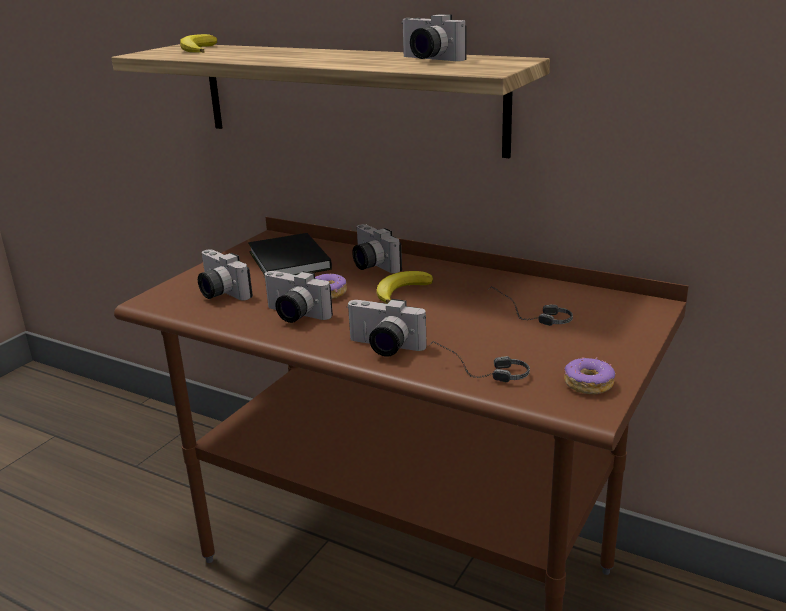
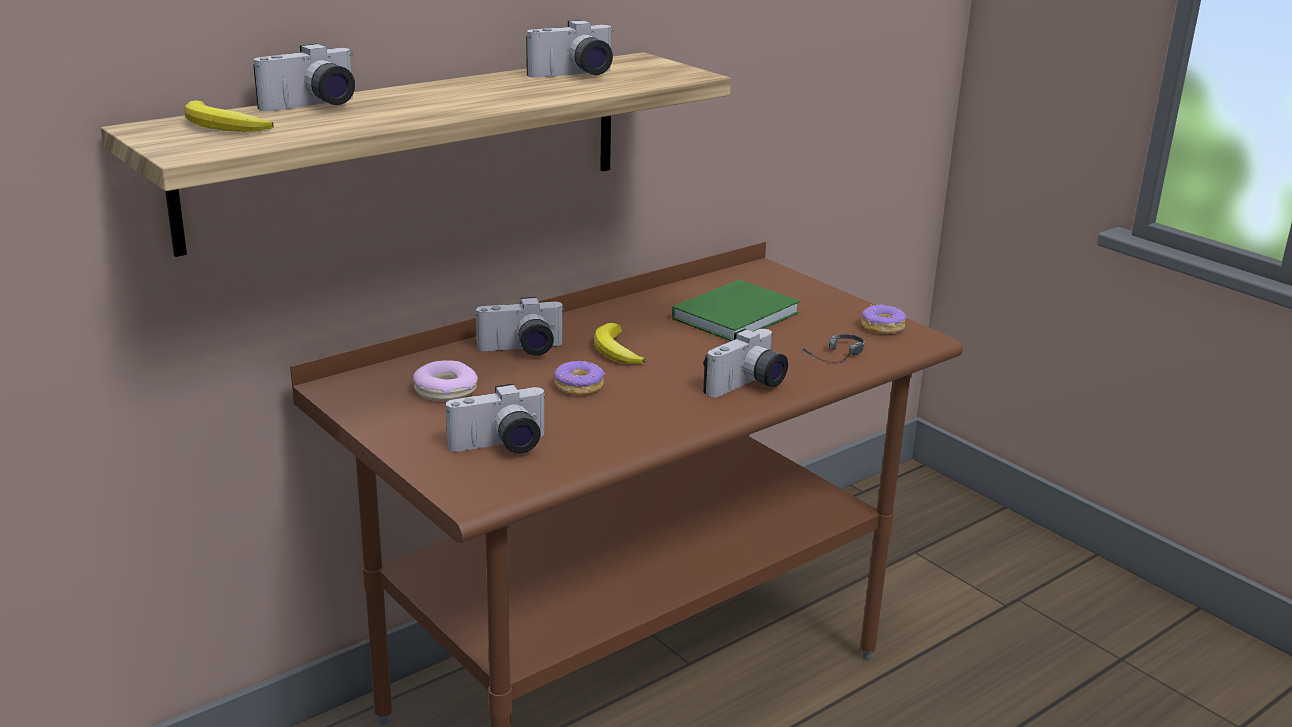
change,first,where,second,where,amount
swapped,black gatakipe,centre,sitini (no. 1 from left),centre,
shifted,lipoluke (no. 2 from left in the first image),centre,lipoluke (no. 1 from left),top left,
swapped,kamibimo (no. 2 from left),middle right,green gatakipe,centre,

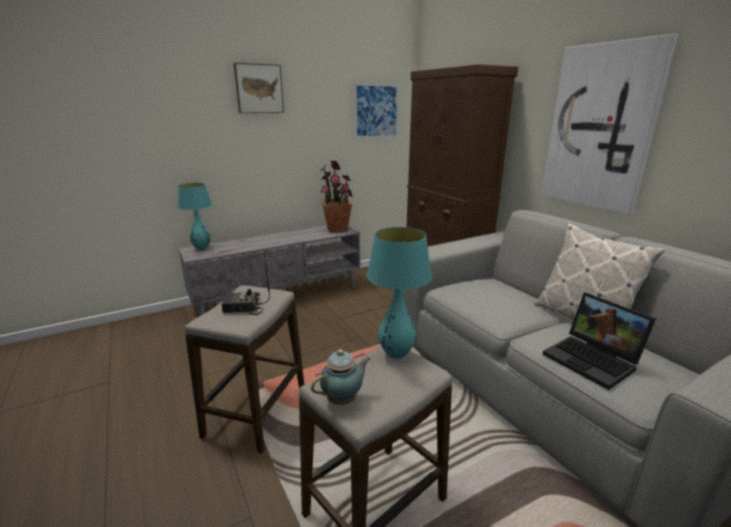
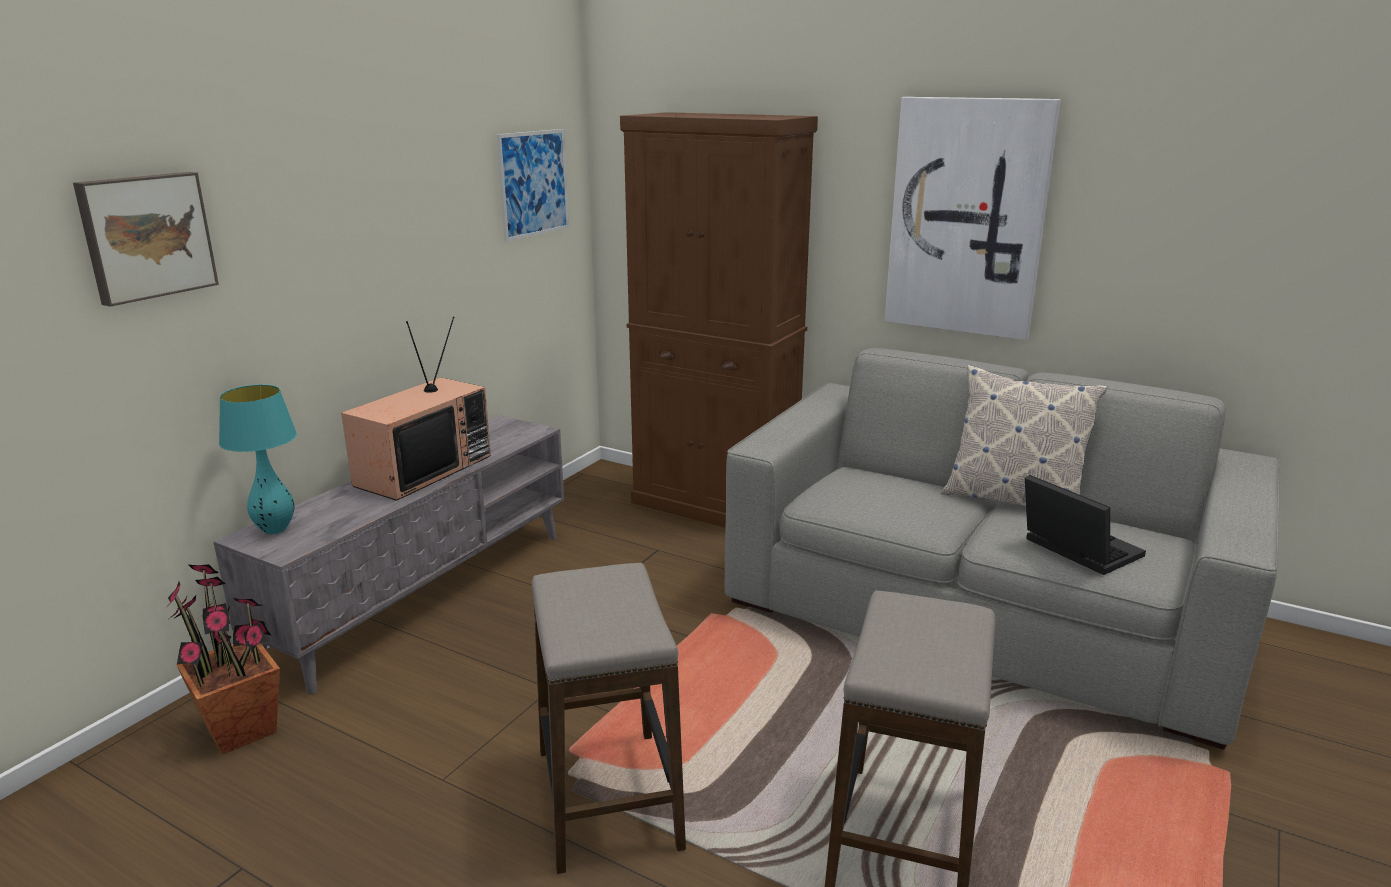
change,first,where,second,where,amount
shifted,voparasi (no. 1 from left),top centre,,top left,
shifted,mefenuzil,centre,,bottom left,
gone,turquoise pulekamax (no. 2 from left),centre,,,
gone,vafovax,centre,,,
rotated,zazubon,middle right,,middle right,150 degrees counterclockwise
gone,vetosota,bottom centre,,,
new,,,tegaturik,middle left,

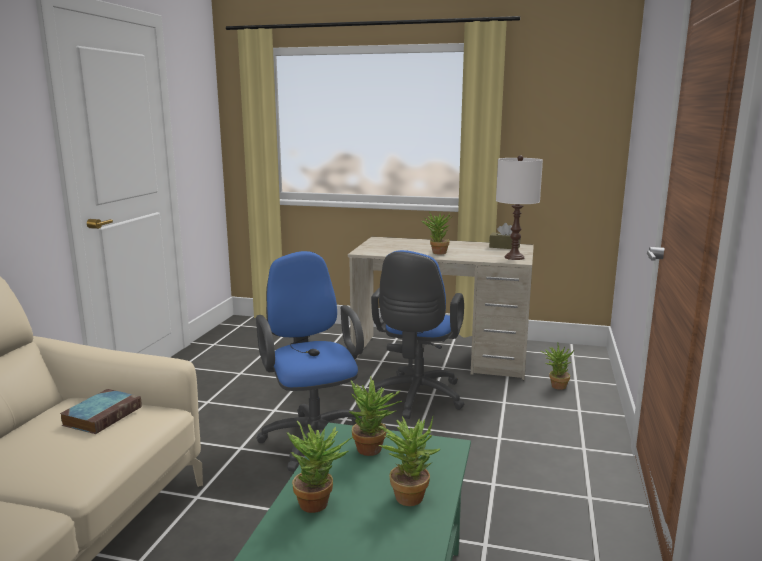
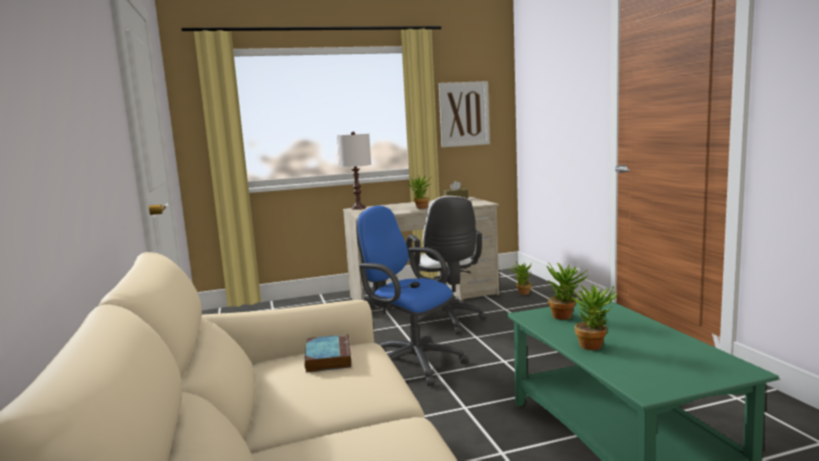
change,first,where,second,where,amount
shifted,white pulekamax,middle right,,centre,
repainted,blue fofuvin (no. 2 from left),centre,white fofuvin,centre,
gone,mefenuzil (no. 3 from left),bottom centre,,,
new,,,voparasi,top centre,

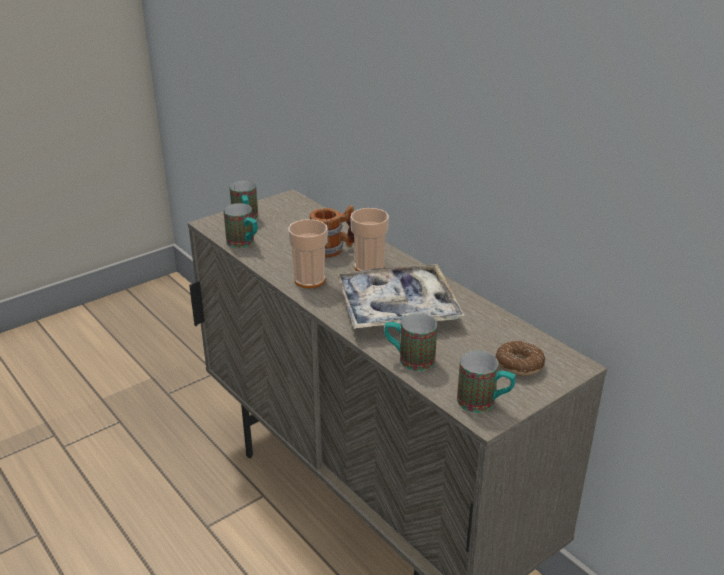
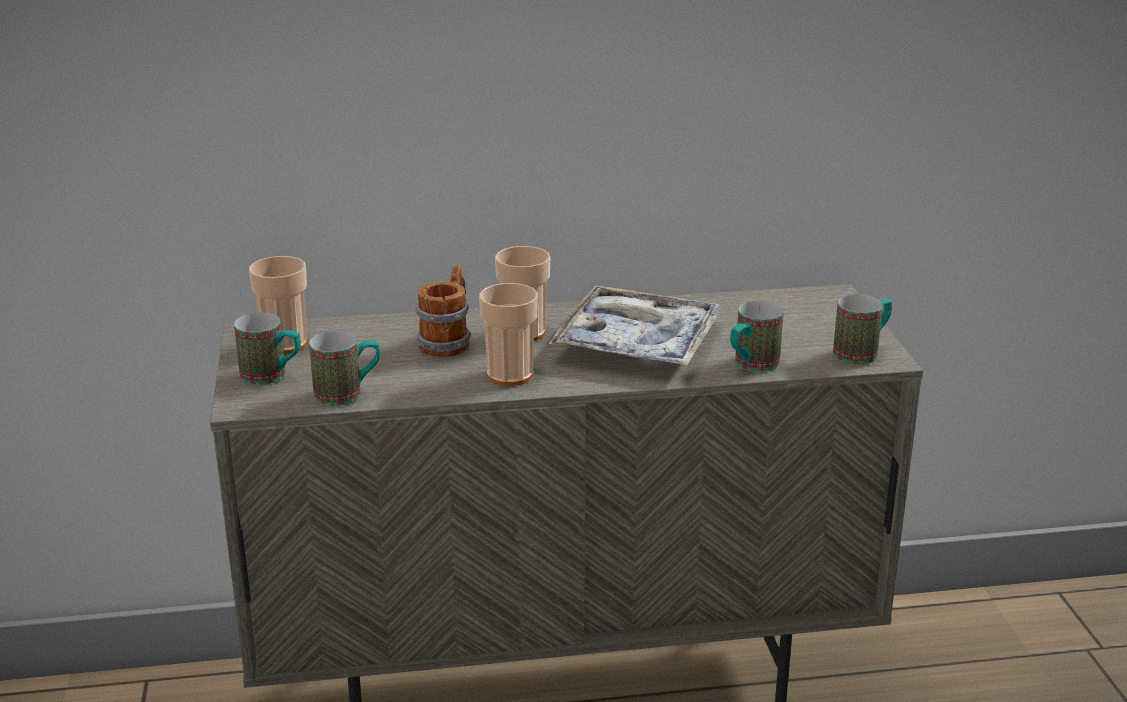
change,first,where,second,where,amount
gone,sitini,middle right,,,
new,,,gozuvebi (no. 1 from left),middle left,

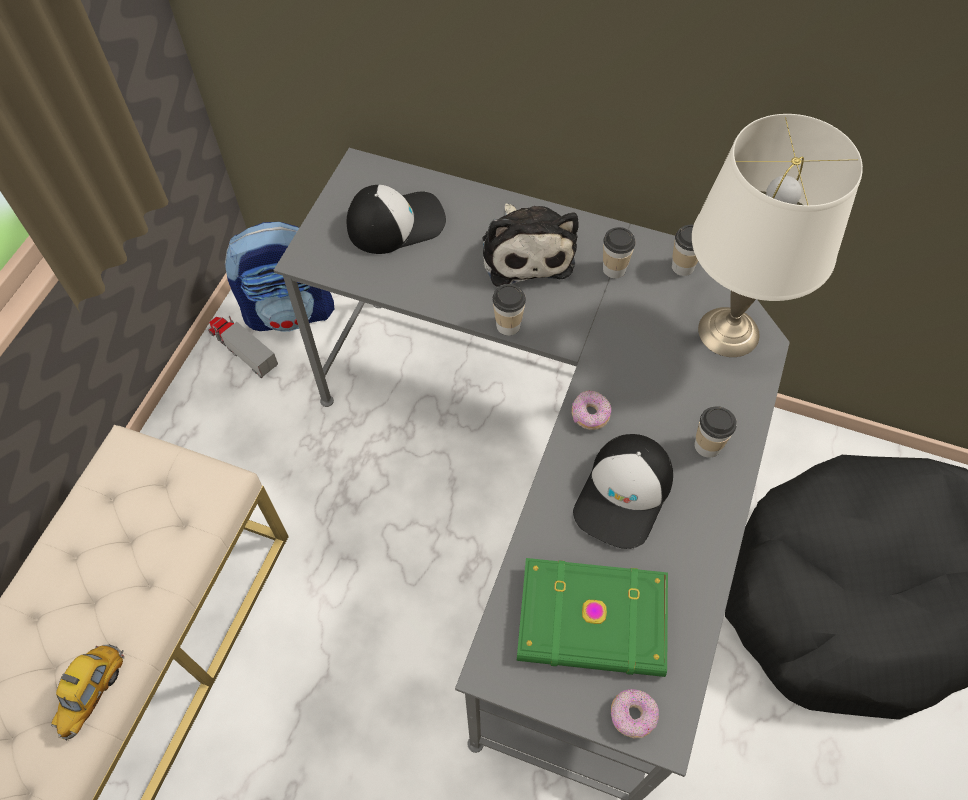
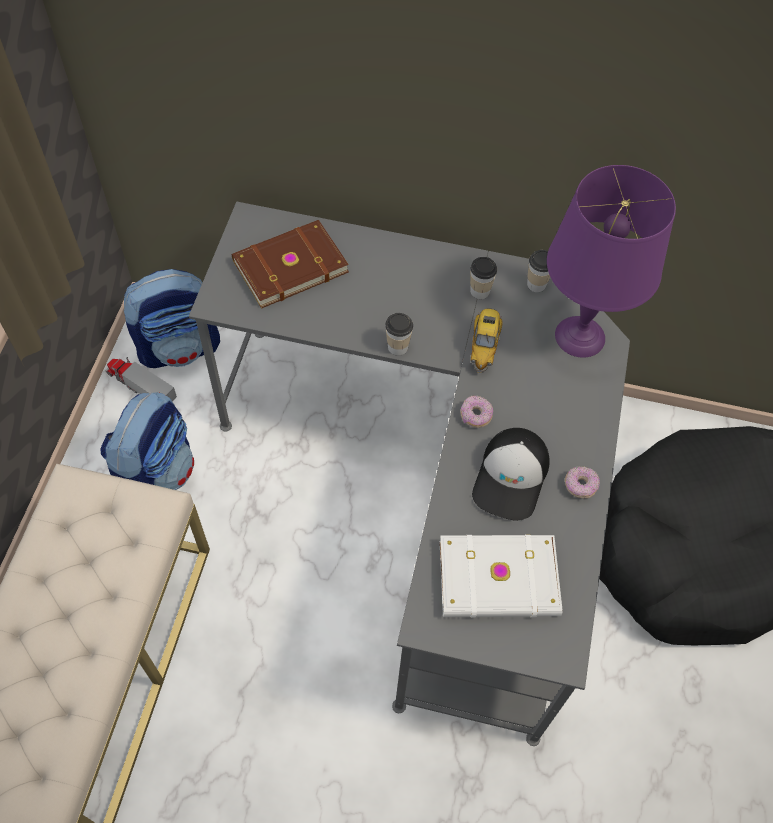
change,first,where,second,where,amount
repainted,white pulekamax,top right,purple pulekamax,top right,
swapped,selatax (no. 1 from left),top centre,brown gatakipe,top centre,
gone,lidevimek,top centre,,,
gone,gozuvebi (no. 4 from left),middle right,,,
repainted,green gatakipe,bottom centre,white gatakipe,bottom centre,
shifted,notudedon,bottom left,,centre,
shifted,sitini (no. 2 from left),bottom centre,,middle right,
new,,,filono (no. 1 from left),middle left,

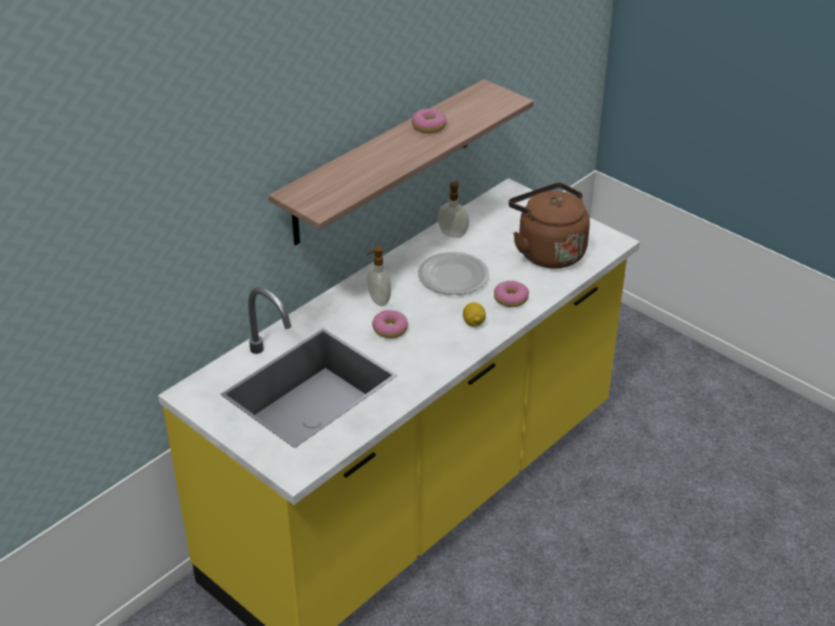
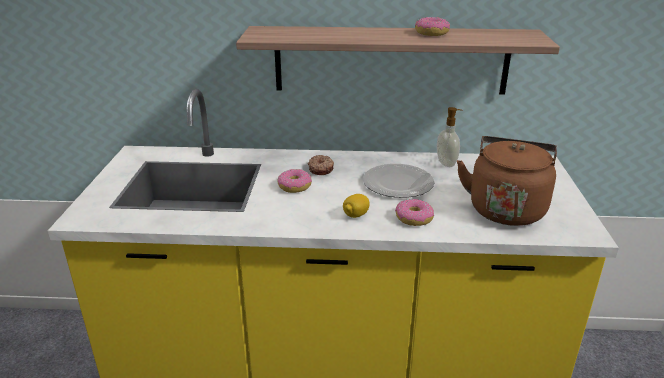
change,first,where,second,where,amount
swapped,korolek (no. 1 from left),centre,sitini (no. 2 from left),centre,

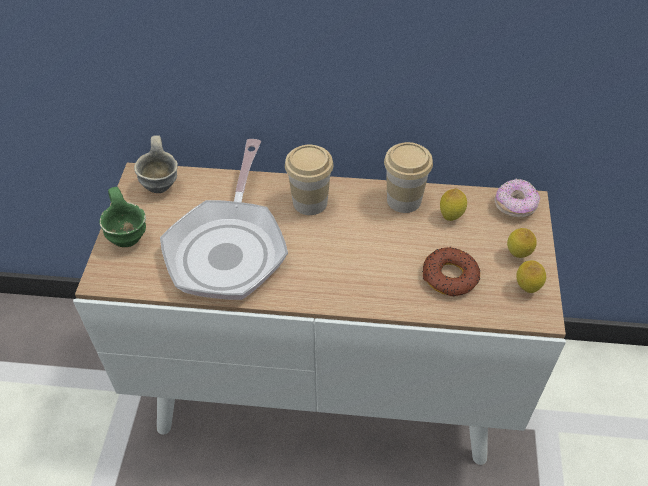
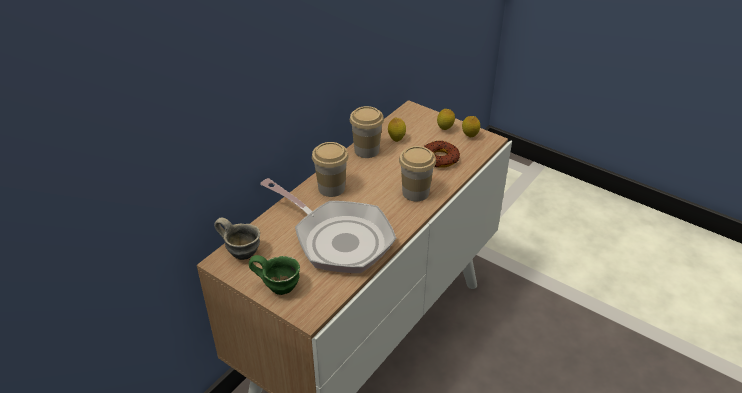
change,first,where,second,where,amount
gone,sitini (no. 2 from left),middle right,,,
new,,,gozuvebi (no. 3 from left),centre,

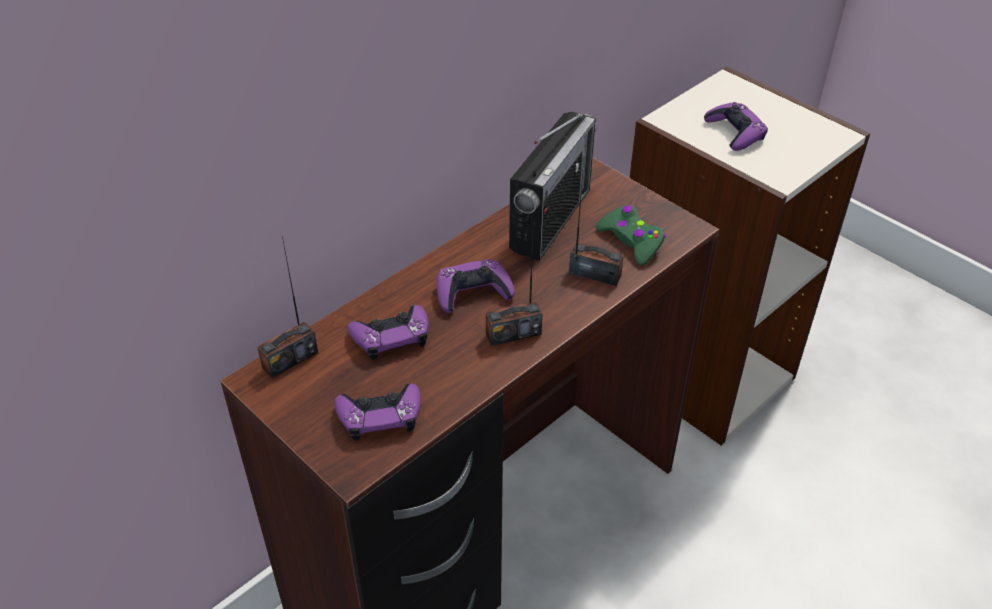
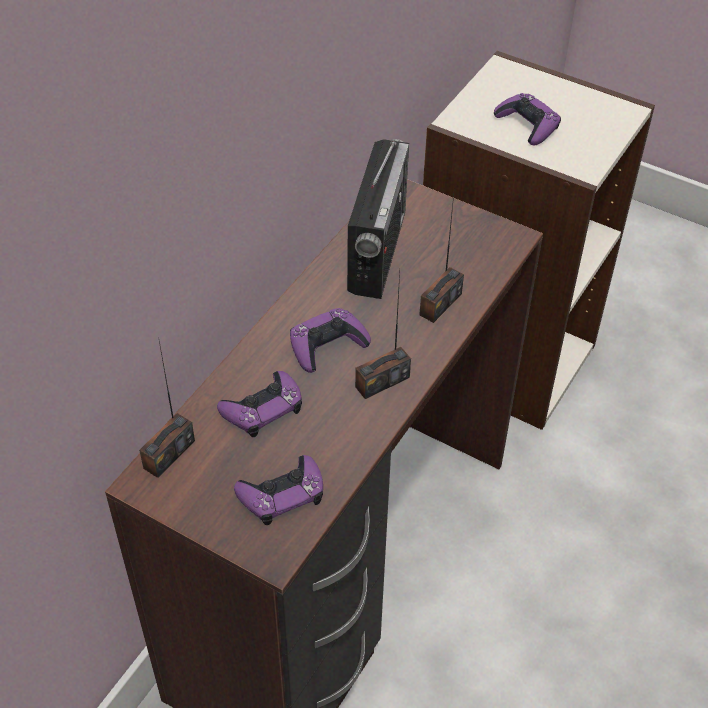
change,first,where,second,where,amount
rotated,vafovax (no. 4 from left),centre,,centre,120 degrees clockwise
gone,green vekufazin,centre,,,

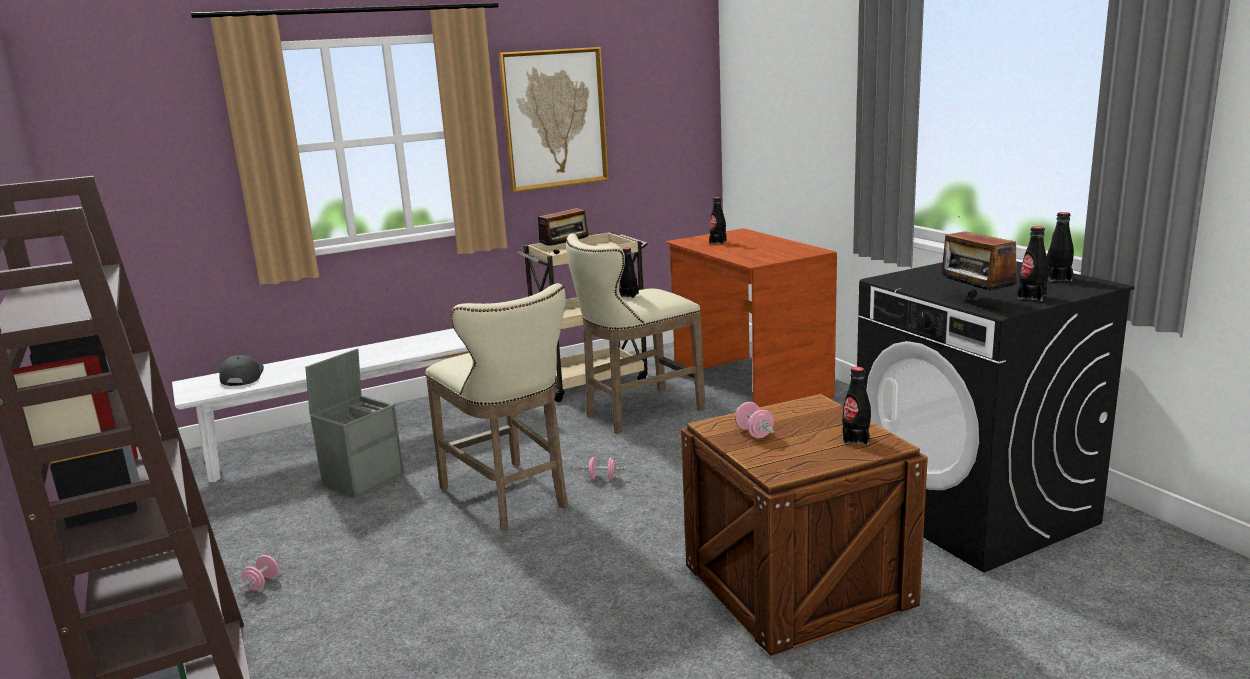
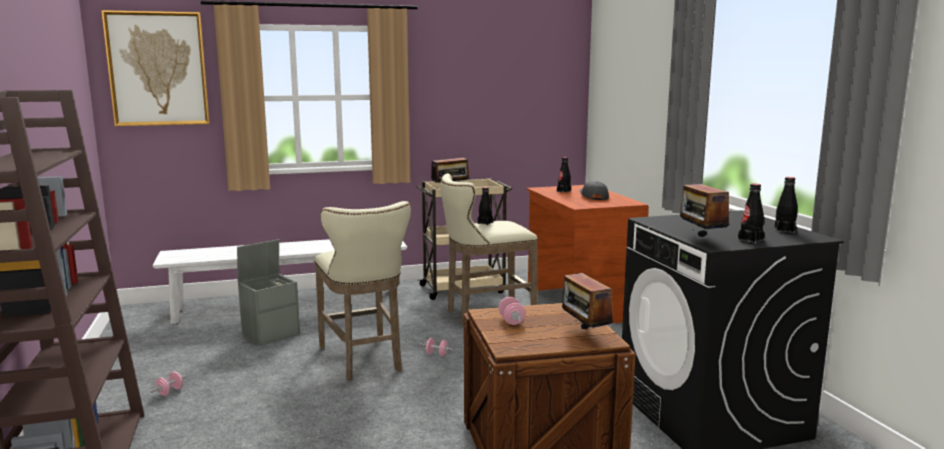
change,first,where,second,where,amount
shifted,voparasi,top centre,,top left,
shifted,grey selatax,middle left,,centre,
swapped,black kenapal (no. 3 from left),middle right,vafovax (no. 2 from left),centre,

